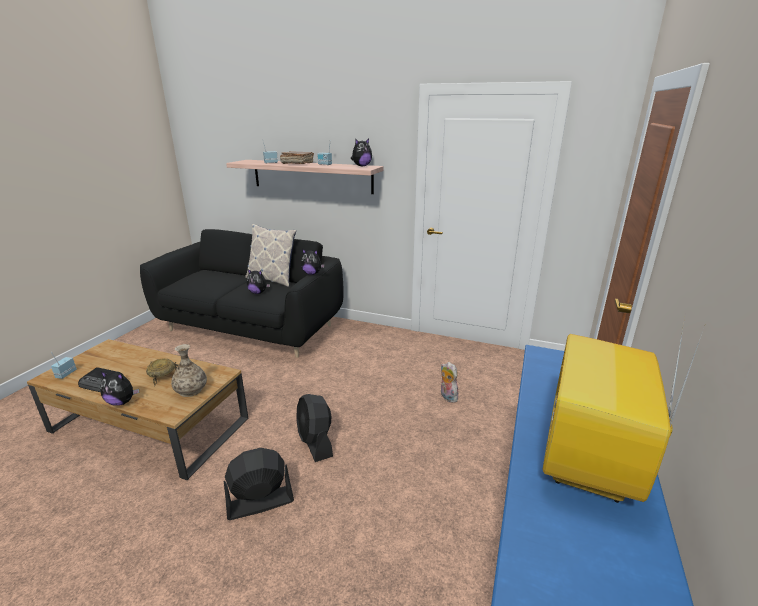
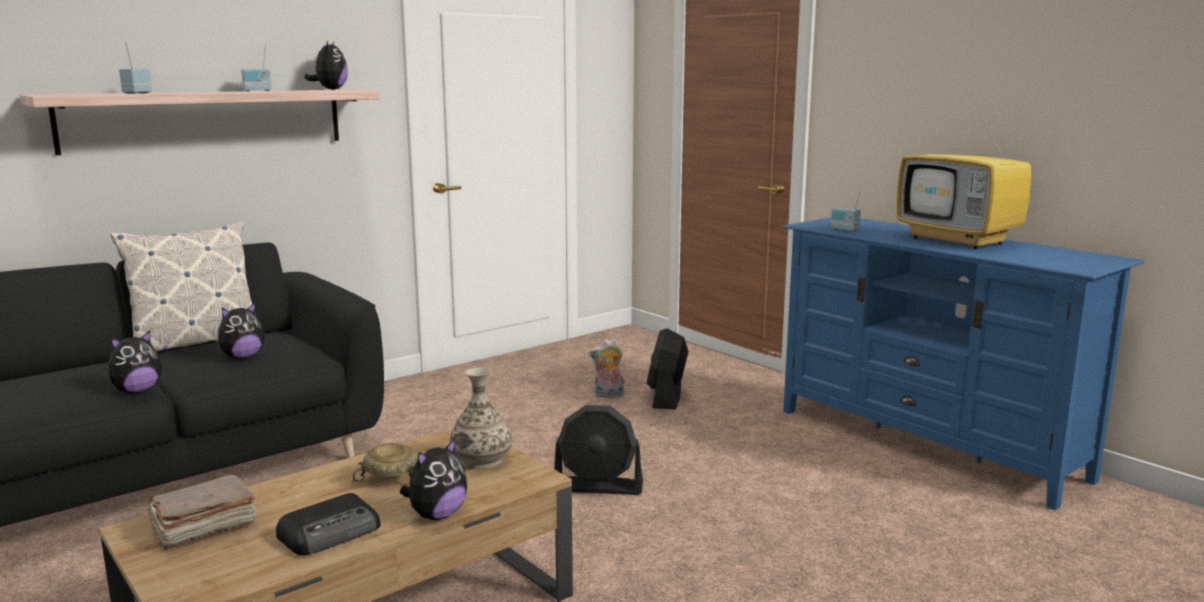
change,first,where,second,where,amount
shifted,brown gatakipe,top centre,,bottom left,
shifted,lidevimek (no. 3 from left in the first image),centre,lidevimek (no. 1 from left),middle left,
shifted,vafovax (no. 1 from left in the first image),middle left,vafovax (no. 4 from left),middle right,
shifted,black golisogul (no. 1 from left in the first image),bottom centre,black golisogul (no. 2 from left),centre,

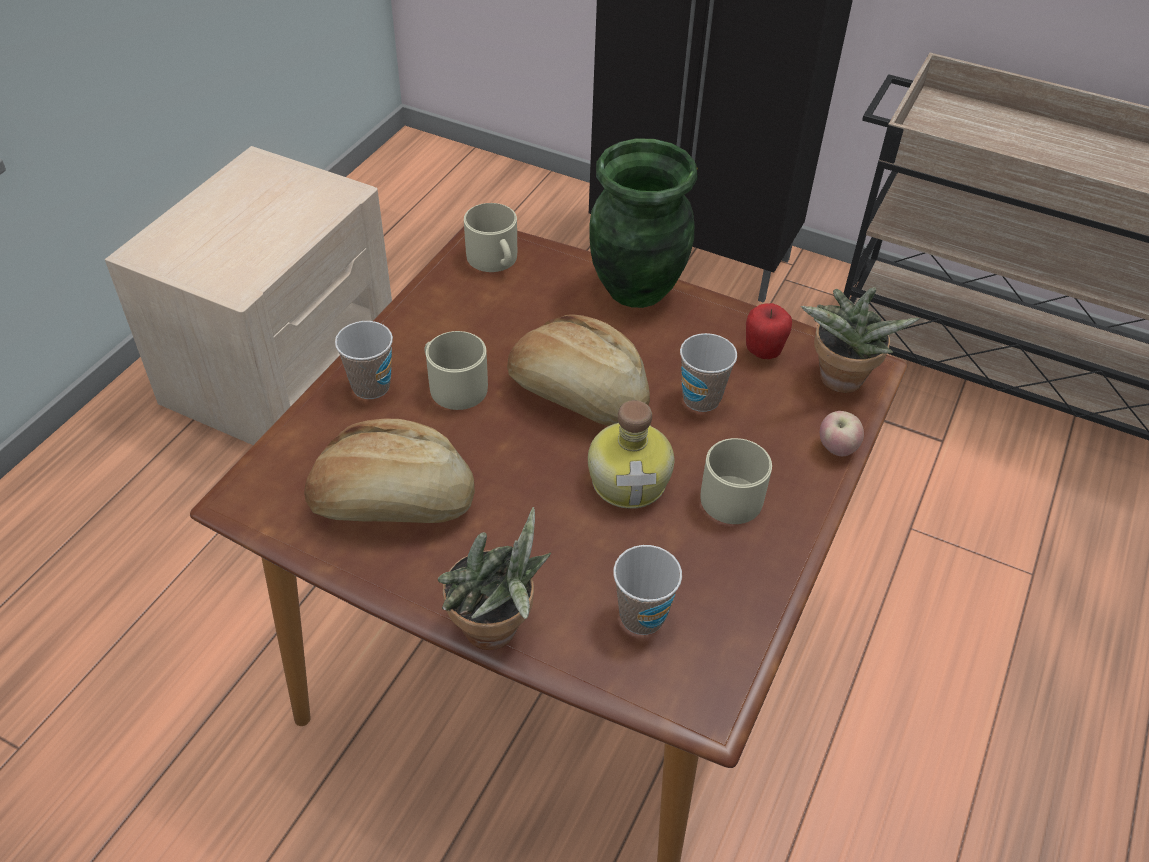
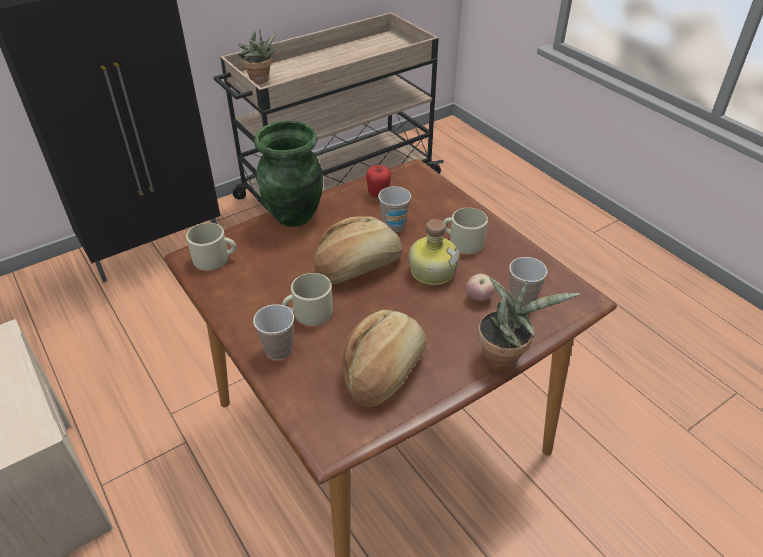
change,first,where,second,where,amount
shifted,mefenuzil (no. 2 from left in the first image),middle right,mefenuzil (no. 1 from left),top centre,
shifted,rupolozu (no. 2 from left),middle right,,centre,

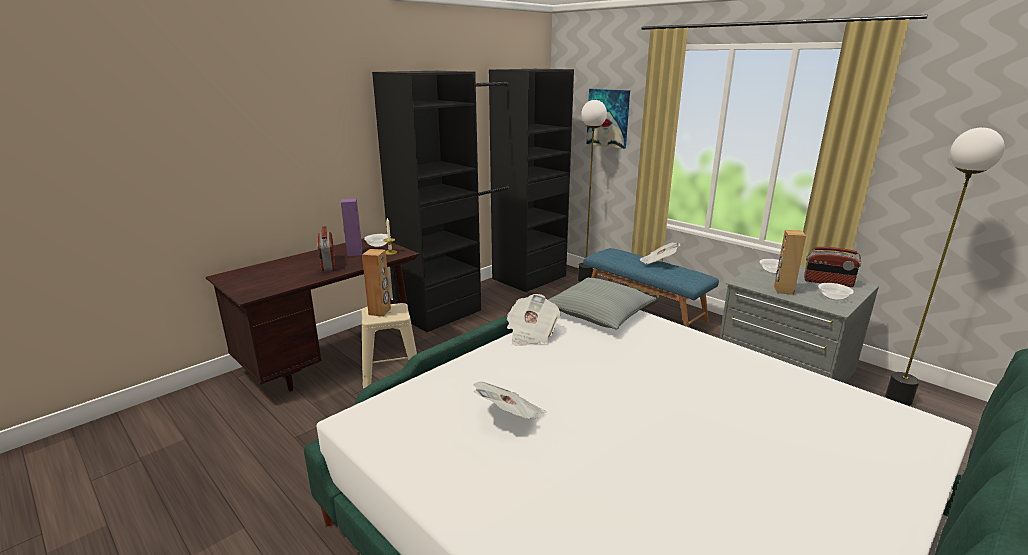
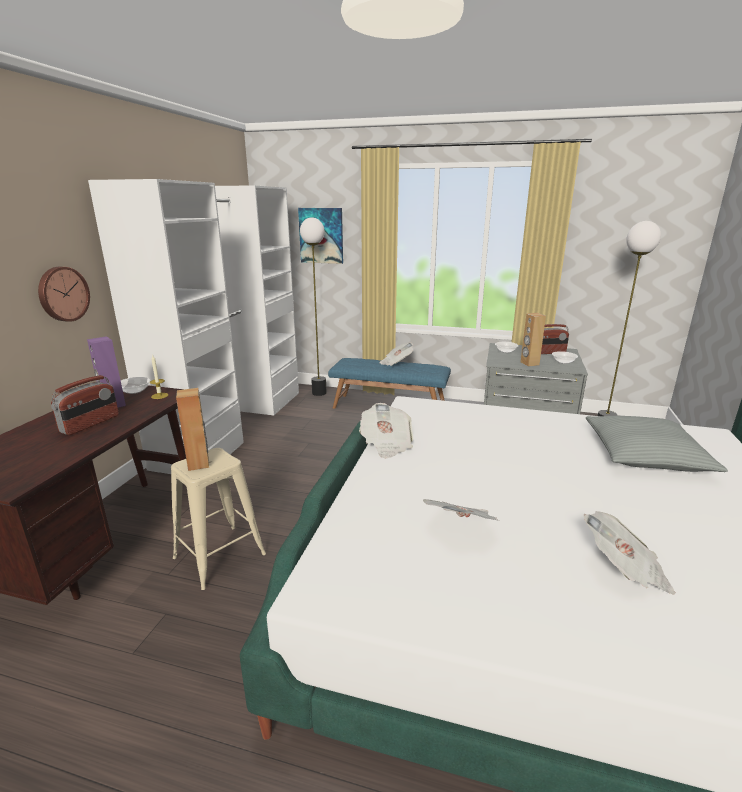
change,first,where,second,where,amount
repainted,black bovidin,centre,white bovidin,middle left,
rotated,vafovax (no. 1 from left),middle left,,middle left,105 degrees counterclockwise
shifted,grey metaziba,centre,,middle right,
new,,,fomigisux,middle left,
new,,,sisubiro (no. 4 from left),bottom right,

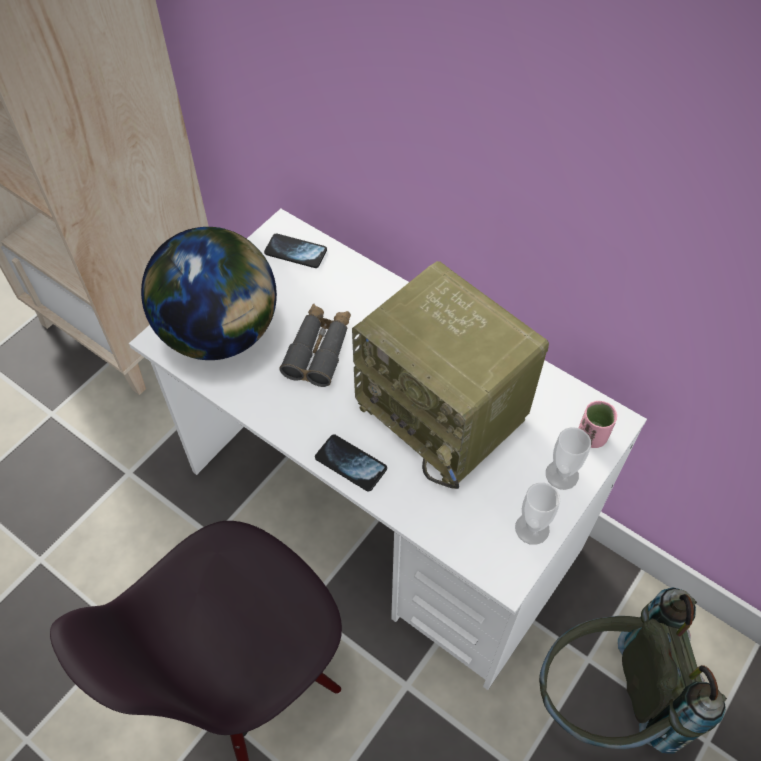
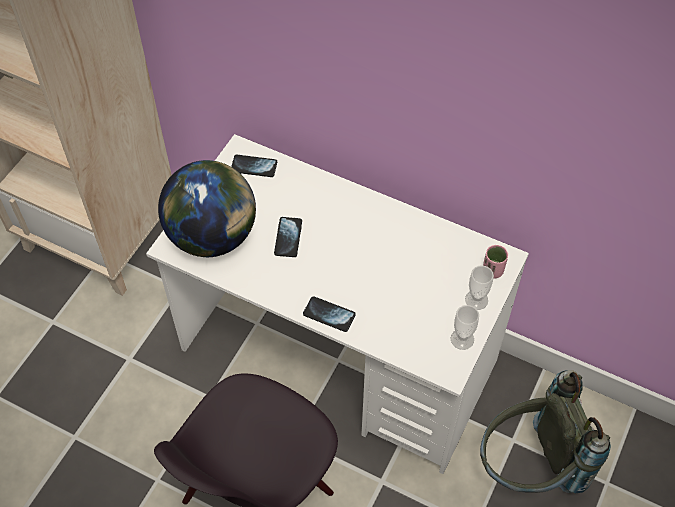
change,first,where,second,where,amount
gone,vafovax,centre,,,
swapped,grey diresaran,centre,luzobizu (no. 2 from left),centre,

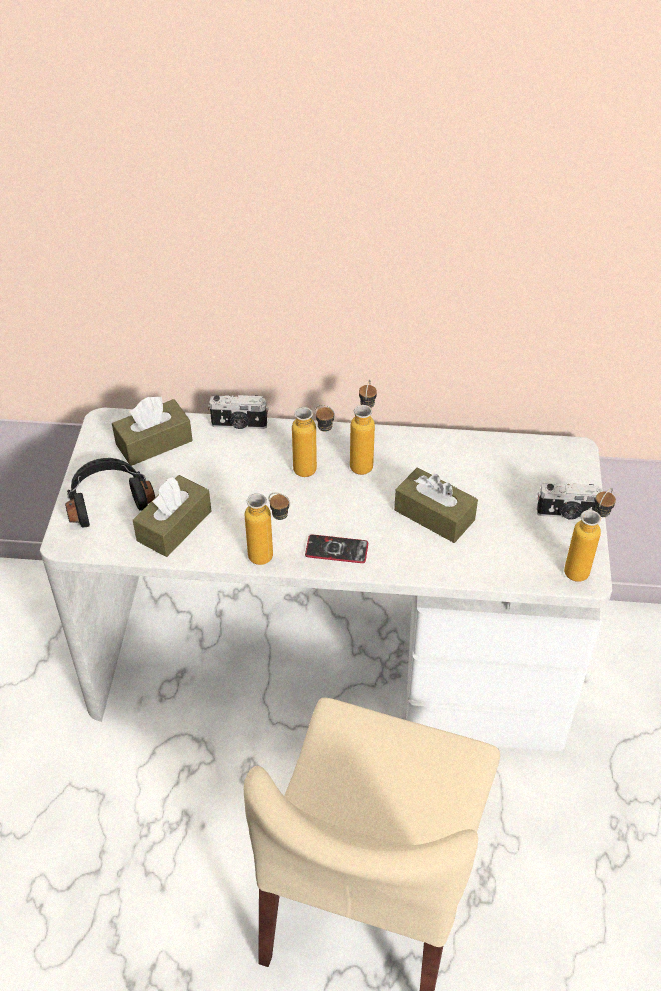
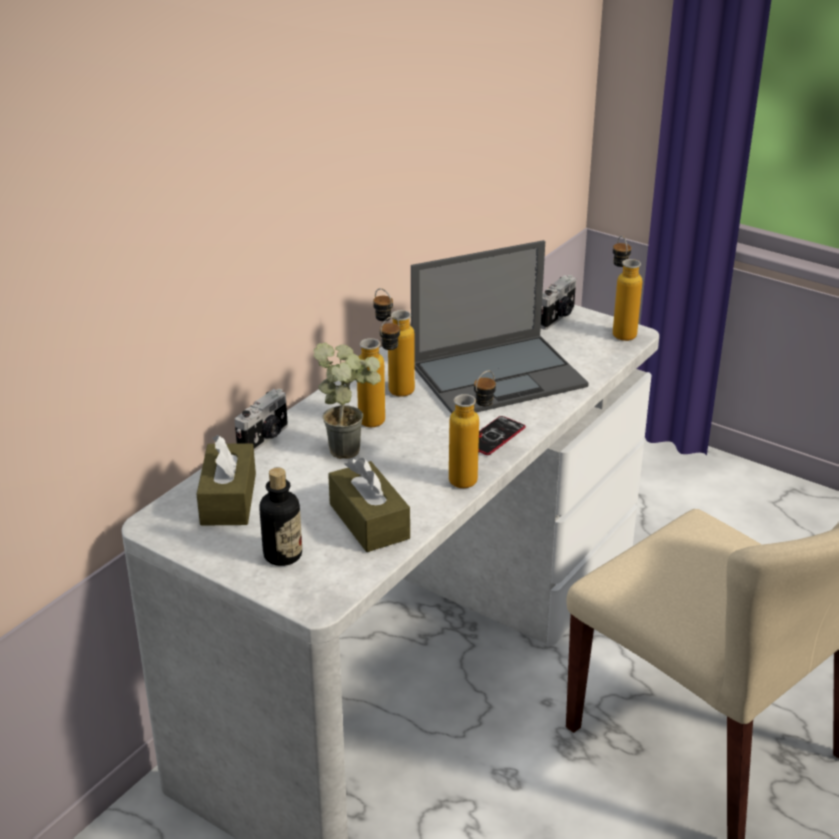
change,first,where,second,where,amount
swapped,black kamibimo,middle left,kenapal (no. 1 from left),centre,
swapped,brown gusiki (no. 3 from left),centre,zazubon,centre,
new,,,mefenuzil,centre,

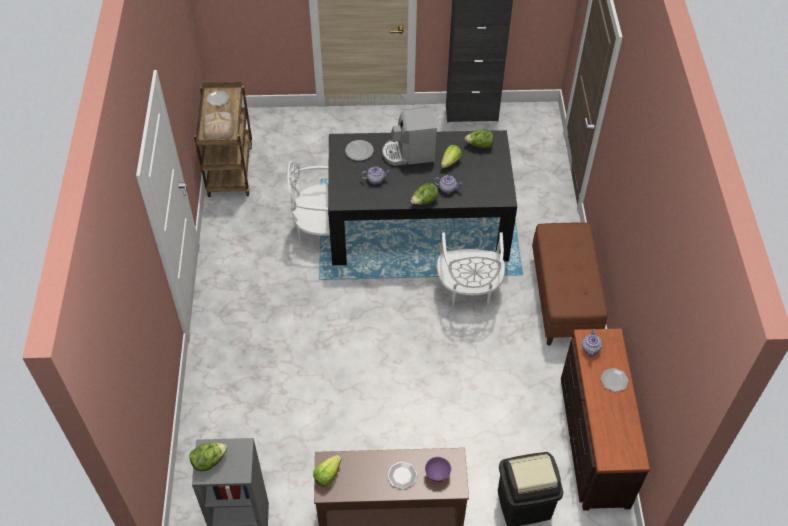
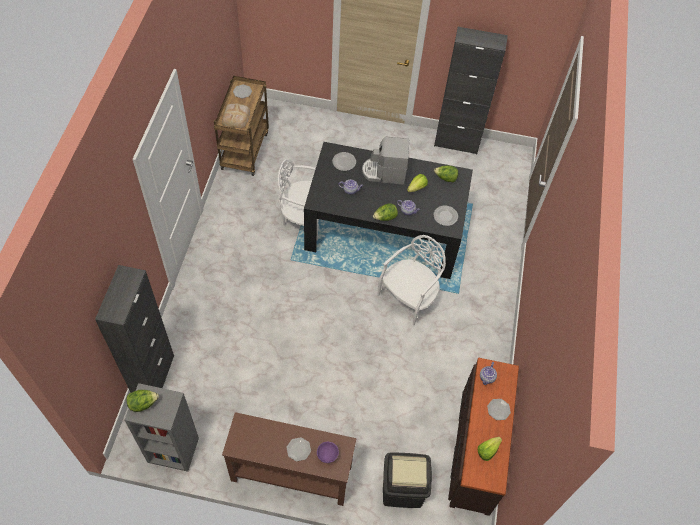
change,first,where,second,where,amount
gone,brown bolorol,middle right,,,
rotated,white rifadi (no. 2 from left),centre,,centre,150 degrees counterclockwise
shifted,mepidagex (no. 2 from left in the first image),bottom centre,mepidagex (no. 5 from left),bottom right,
new,,,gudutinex (no. 4 from left),centre,
new,,,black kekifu (no. 1 from left),middle left,

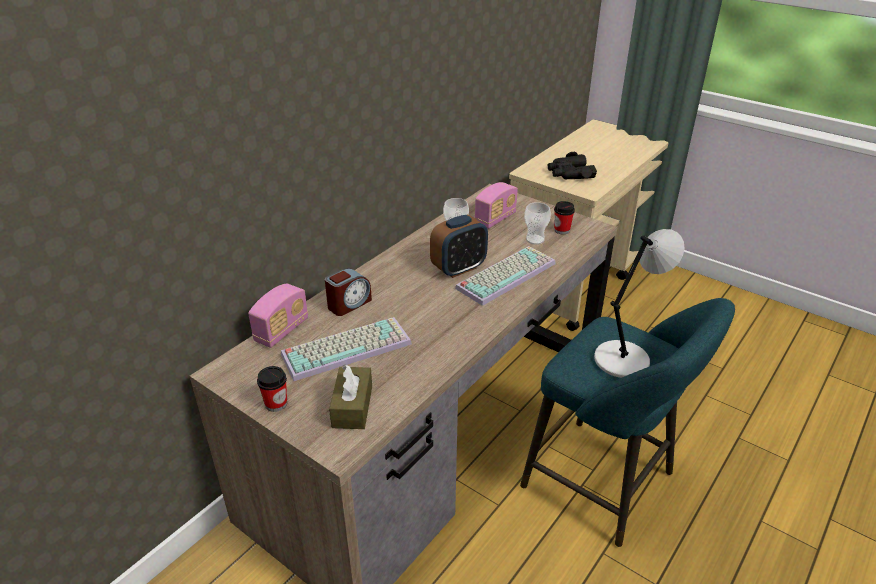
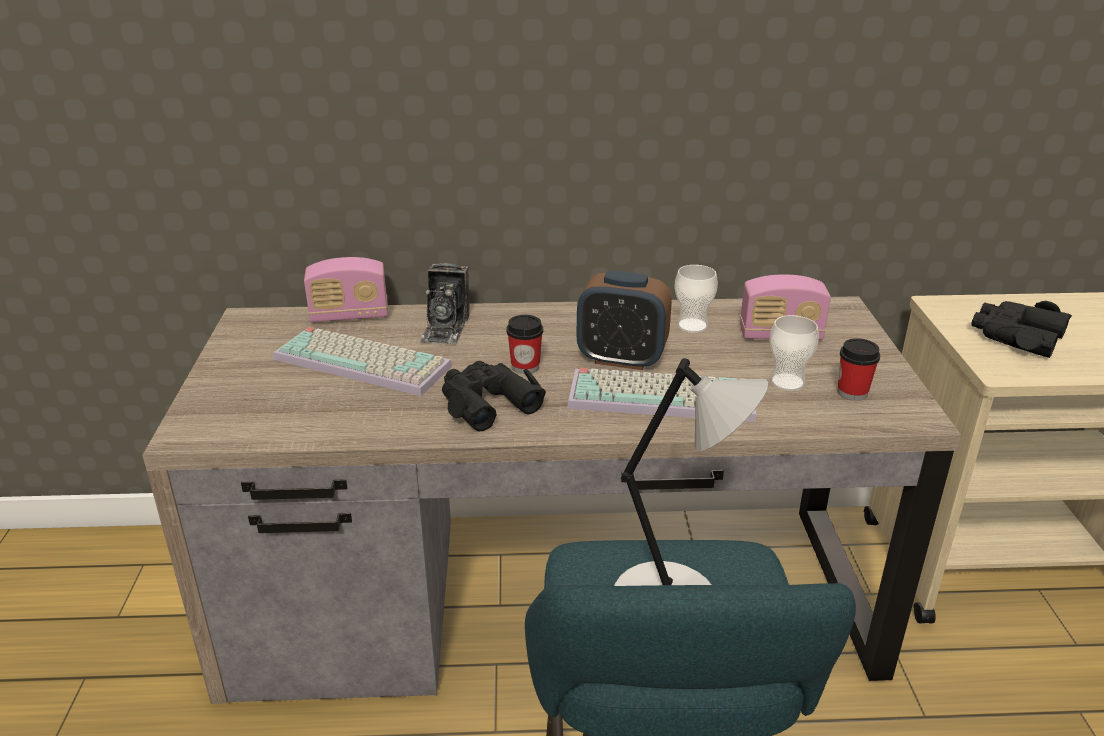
change,first,where,second,where,amount
swapped,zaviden (no. 1 from left),centre,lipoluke,centre,
gone,brown gusiki,bottom centre,,,
shifted,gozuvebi (no. 1 from left),middle left,,centre,
new,,,black diresaran (no. 1 from left),centre,

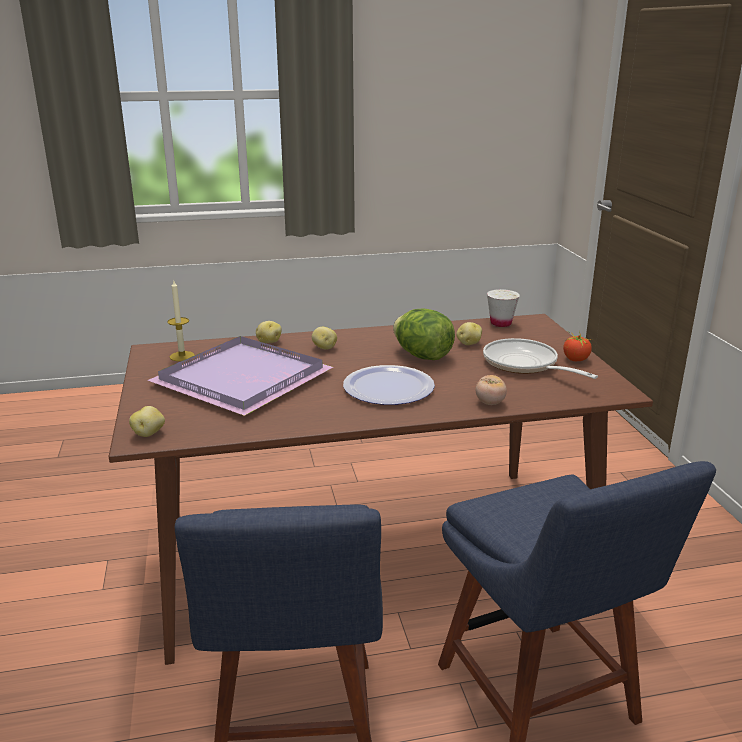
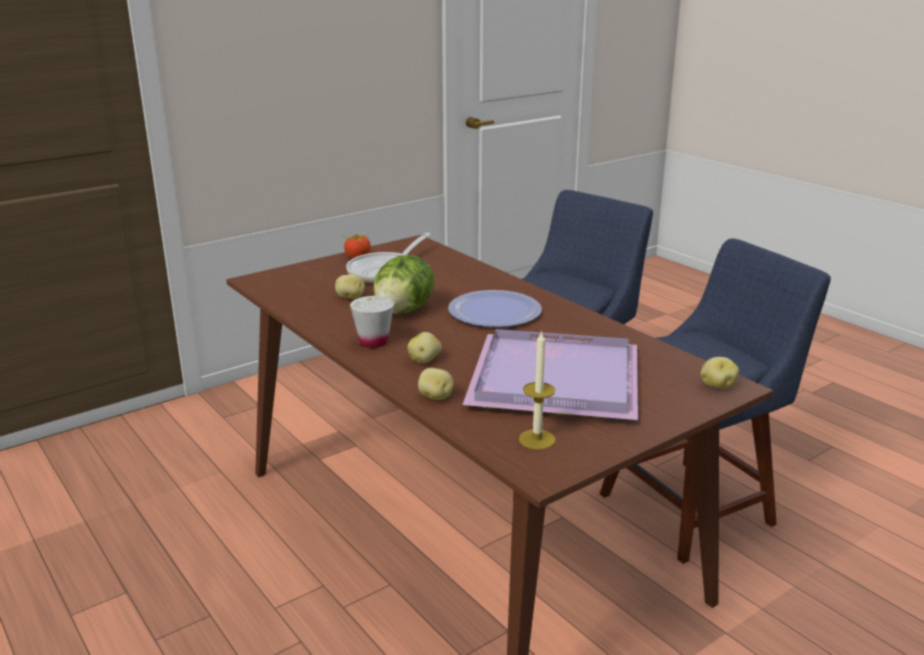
change,first,where,second,where,amount
shifted,white gozuvebi,middle right,,centre,
gone,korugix (no. 1 from left),centre,,,

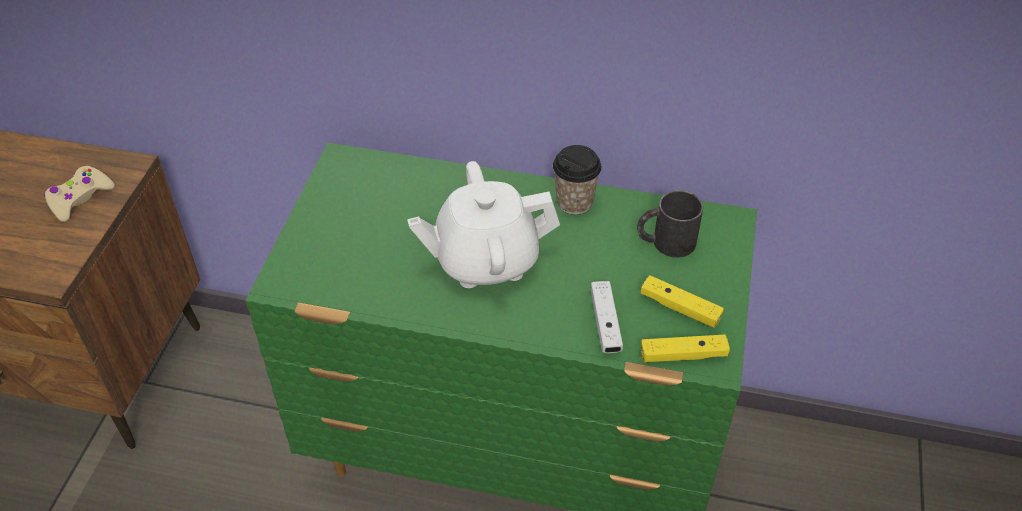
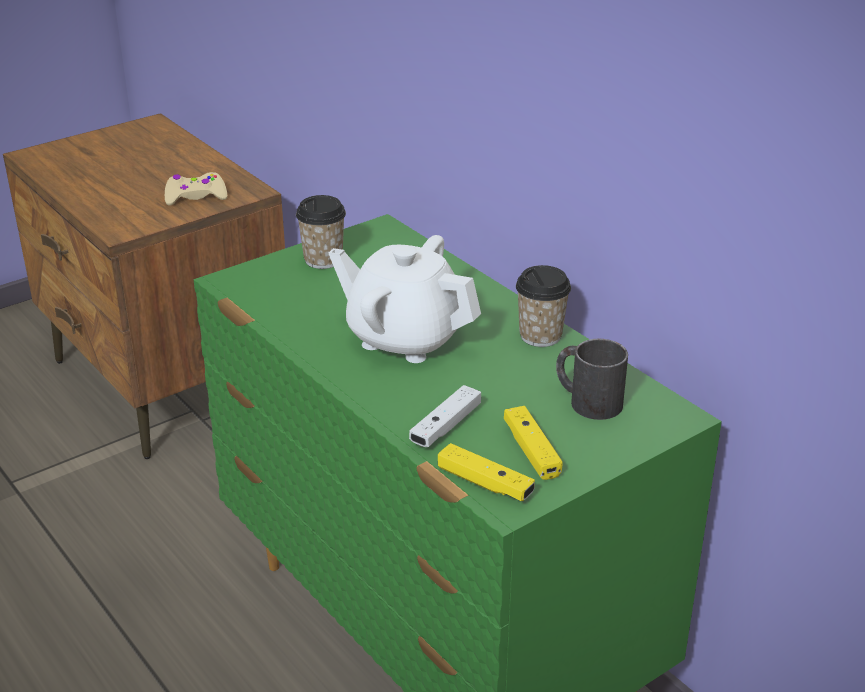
change,first,where,second,where,amount
new,,,gozuvebi (no. 1 from left),centre,

